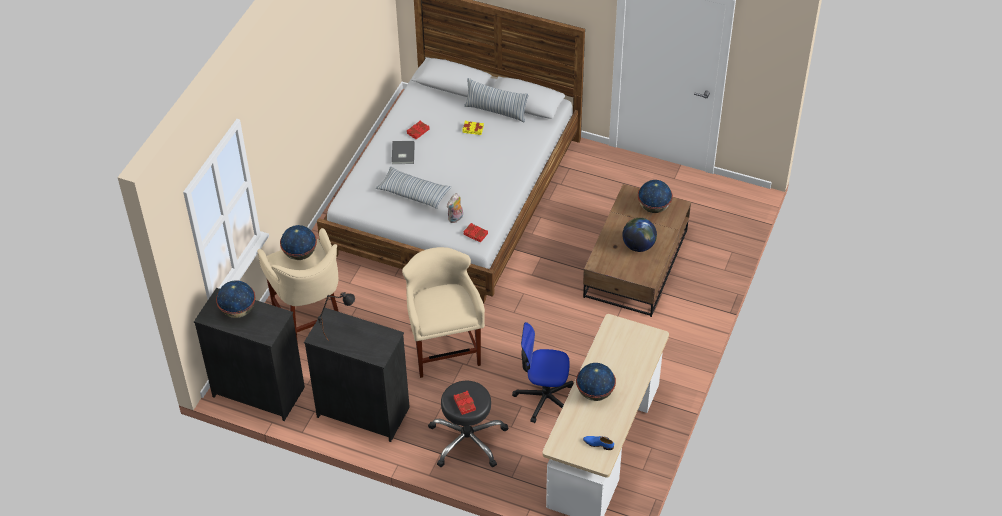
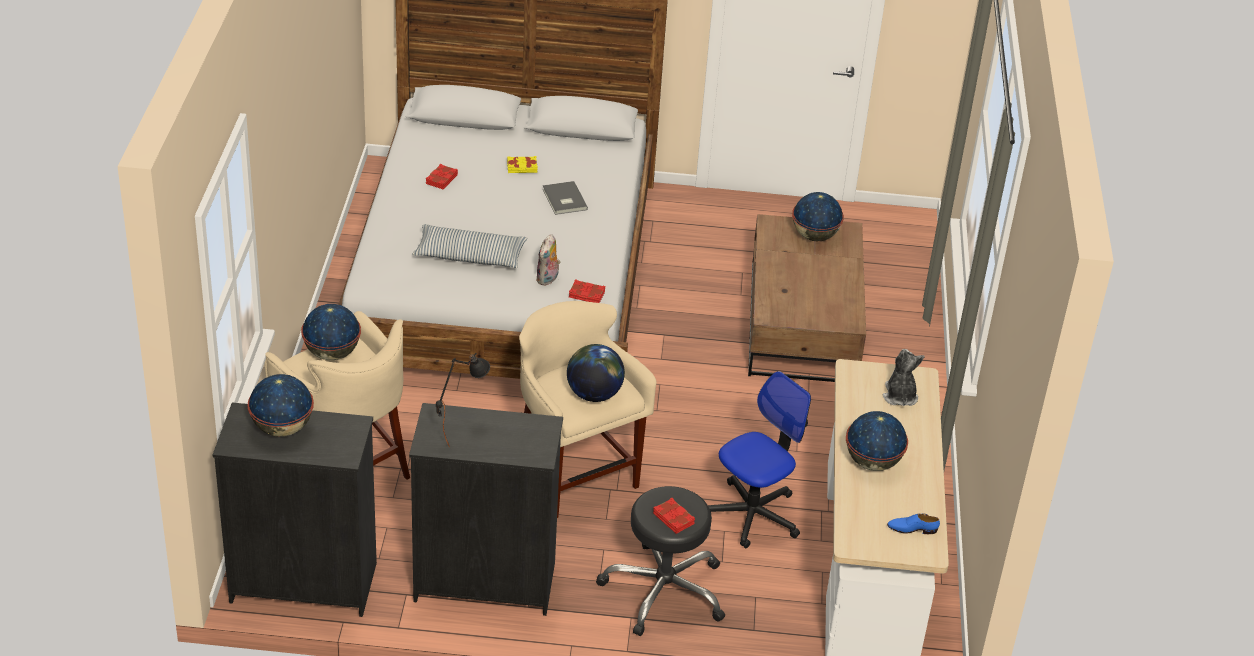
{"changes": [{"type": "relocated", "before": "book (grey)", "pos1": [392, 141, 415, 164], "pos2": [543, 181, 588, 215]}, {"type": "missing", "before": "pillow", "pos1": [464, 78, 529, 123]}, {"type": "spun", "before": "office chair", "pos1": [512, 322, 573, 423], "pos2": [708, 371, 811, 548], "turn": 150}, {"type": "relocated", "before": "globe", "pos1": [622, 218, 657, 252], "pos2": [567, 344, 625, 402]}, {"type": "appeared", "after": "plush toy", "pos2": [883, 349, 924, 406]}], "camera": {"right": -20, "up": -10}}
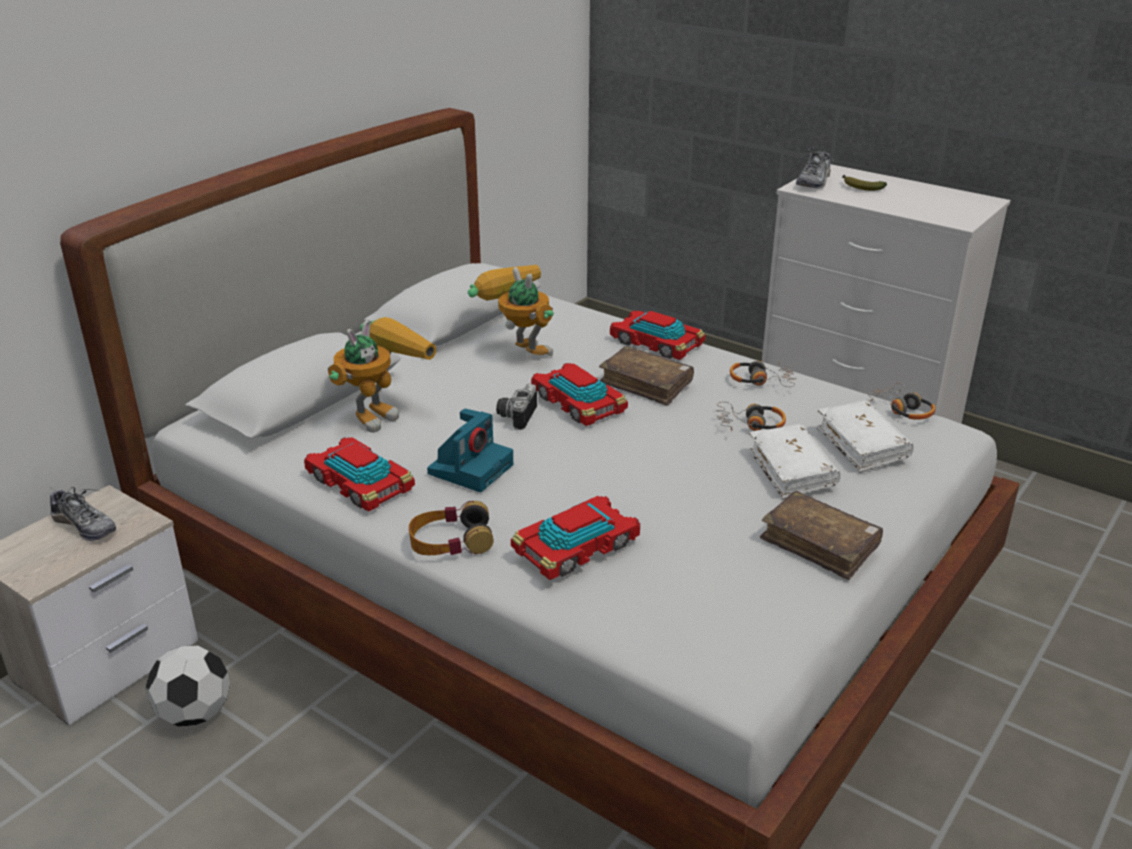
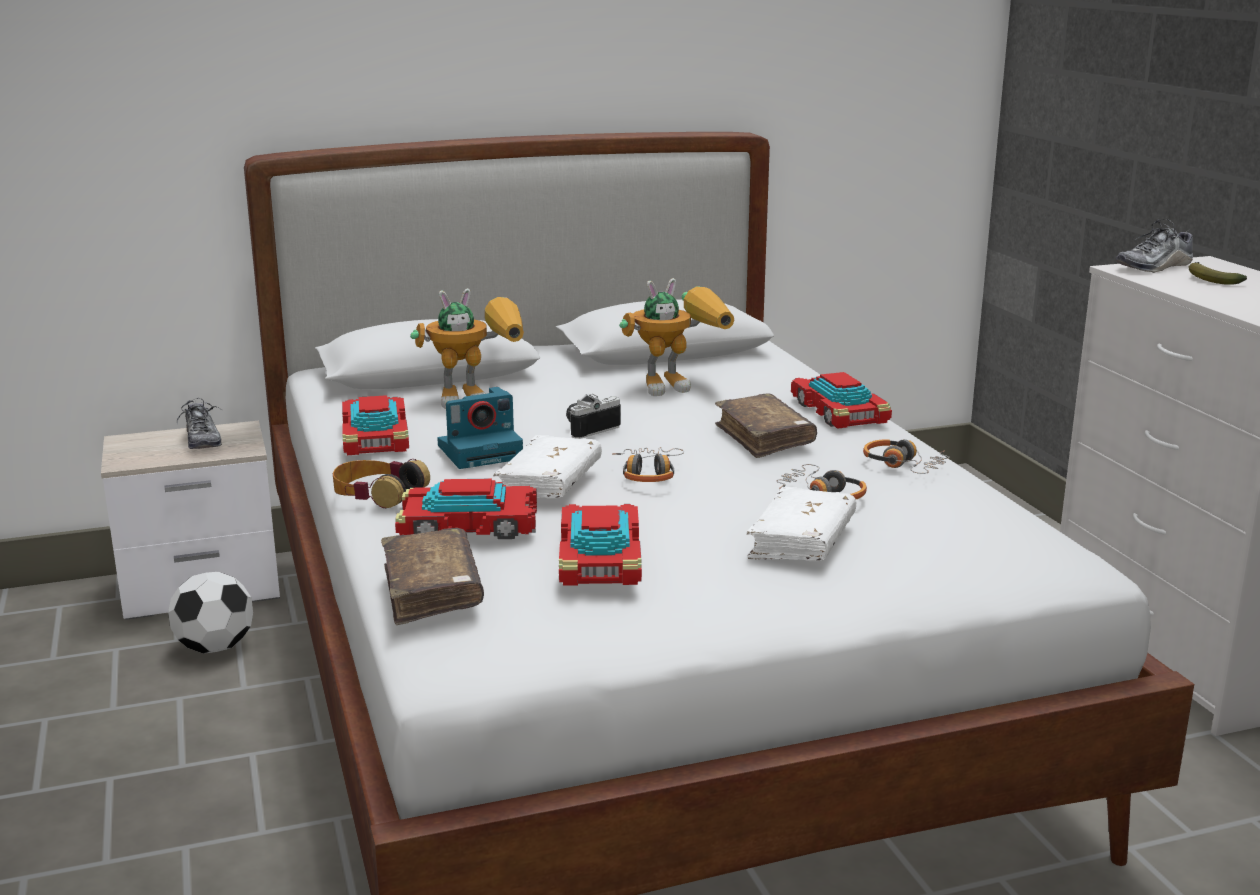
{"changes": [{"type": "spun", "before": "toy robot", "pos1": [468, 265, 554, 356], "pos2": [619, 278, 734, 396], "turn": 75}, {"type": "relocated", "before": "toy car", "pos1": [531, 363, 628, 426], "pos2": [559, 504, 642, 586]}, {"type": "relocated", "before": "book (brown)", "pos1": [760, 491, 883, 580], "pos2": [381, 528, 484, 625]}, {"type": "relocated", "before": "book (white)", "pos1": [816, 401, 914, 473], "pos2": [493, 435, 602, 499]}, {"type": "relocated", "before": "headphones", "pos1": [868, 383, 935, 420], "pos2": [612, 447, 684, 482]}], "camera": {"right": 35, "up": -10}}
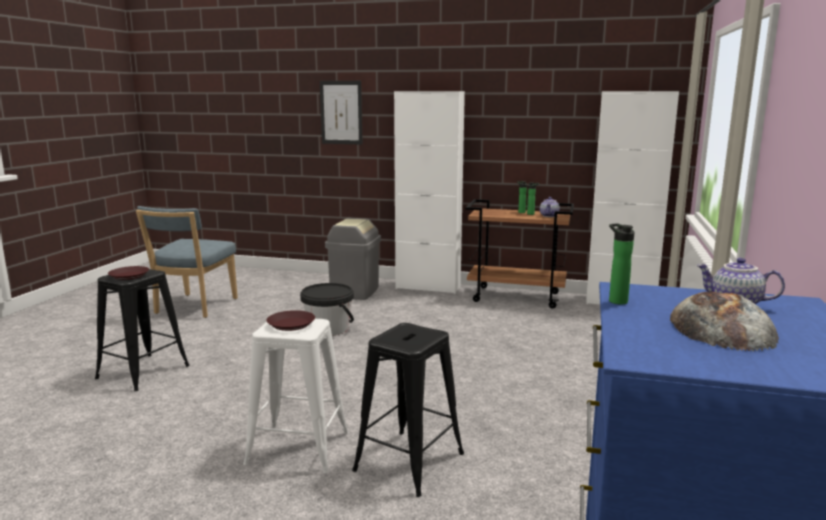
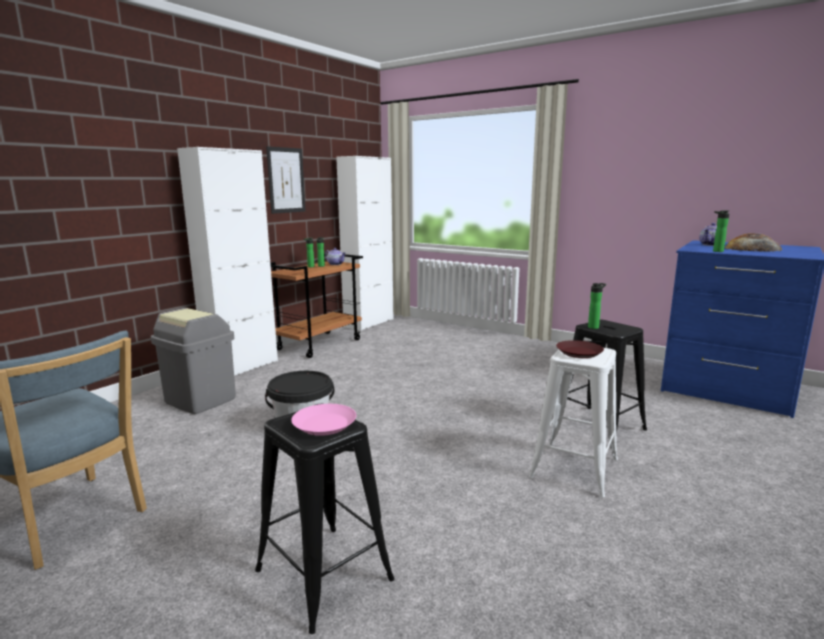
{"changes": [{"type": "colour", "before": "plate (brown)", "after": "plate (pink)", "pos1": [108, 266, 149, 280], "pos2": [291, 404, 356, 436]}, {"type": "relocated", "before": "picture", "pos1": [320, 81, 363, 145], "pos2": [266, 146, 306, 214]}, {"type": "appeared", "after": "bottle", "pos2": [588, 283, 606, 329]}], "camera": {"right": -70, "up": 0}}
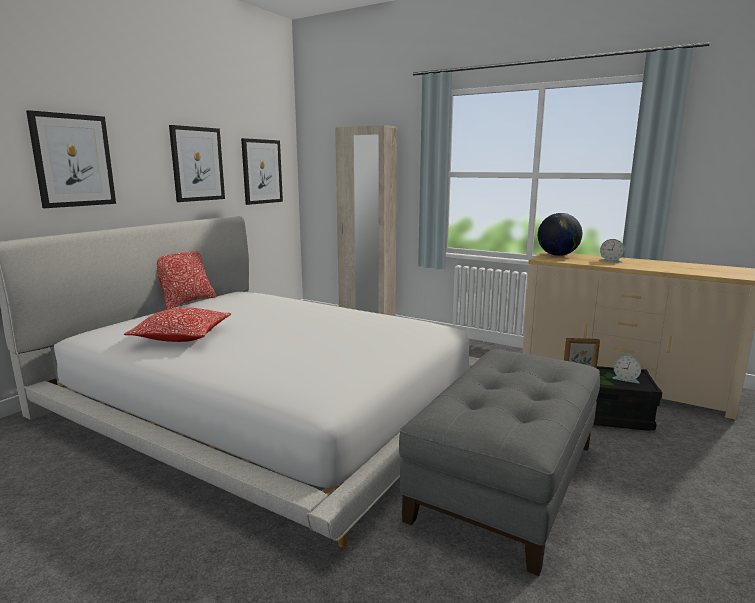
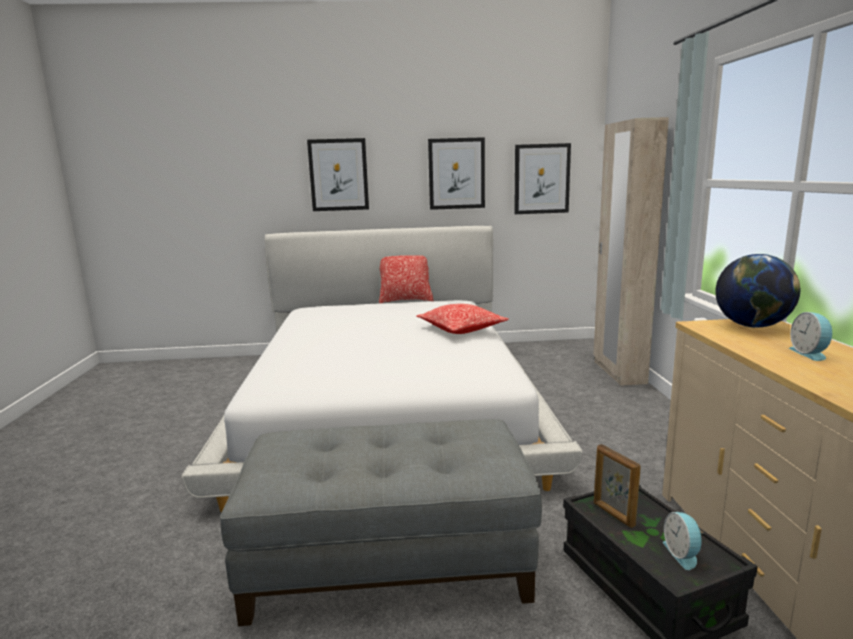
{"changes": [{"type": "relocated", "before": "pillow", "pos1": [124, 307, 231, 342], "pos2": [416, 304, 508, 334]}], "camera": {"right": 55, "up": 0}}
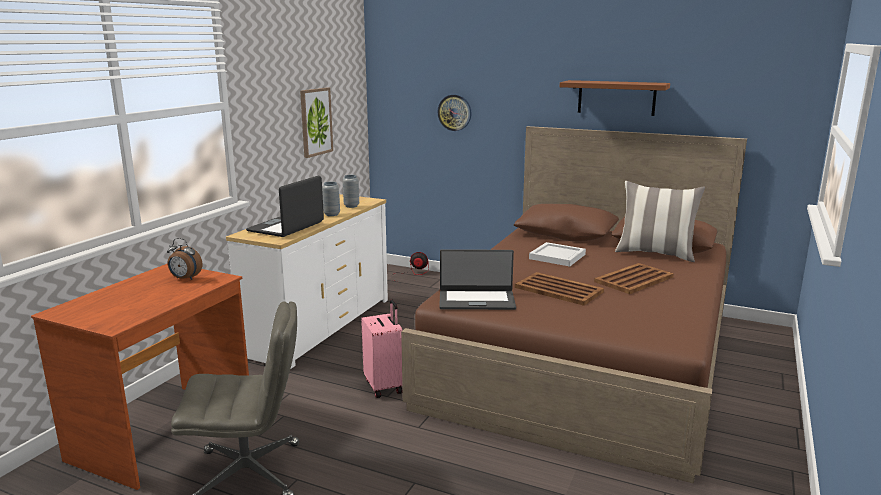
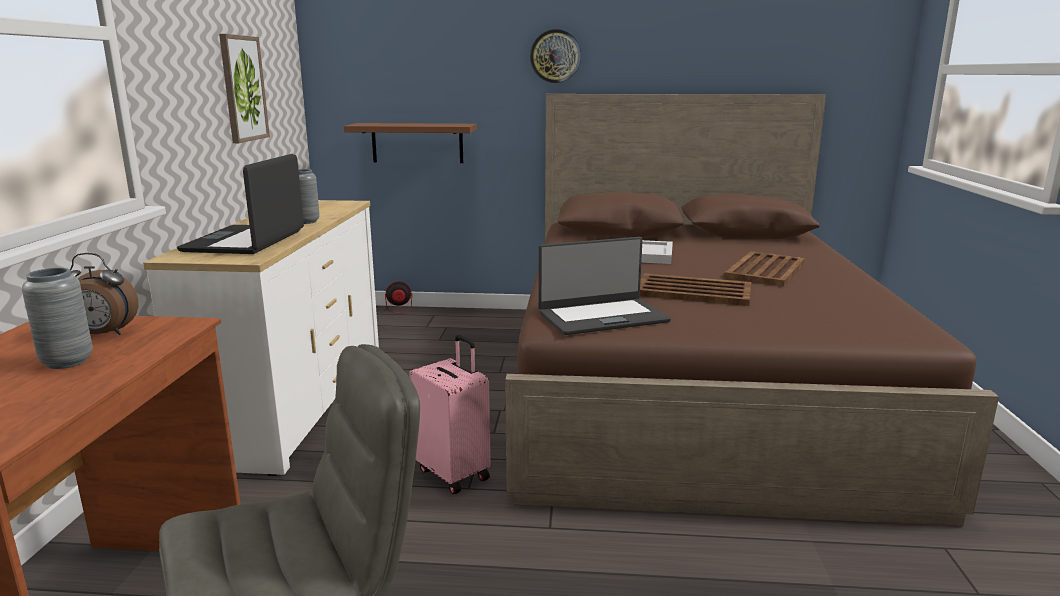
{"changes": [{"type": "relocated", "before": "vase (grey)", "pos1": [343, 175, 359, 208], "pos2": [22, 268, 93, 369]}, {"type": "relocated", "before": "wall clock", "pos1": [438, 94, 472, 131], "pos2": [530, 29, 581, 83]}, {"type": "relocated", "before": "shelf (brown)", "pos1": [560, 80, 670, 116], "pos2": [344, 123, 477, 163]}, {"type": "missing", "before": "pillow", "pos1": [615, 181, 705, 262]}], "camera": {"right": -20, "up": 0}}
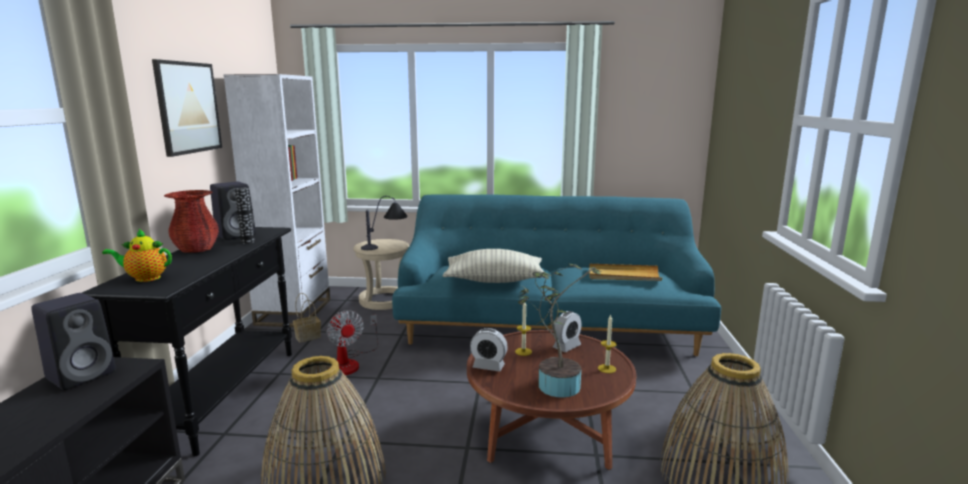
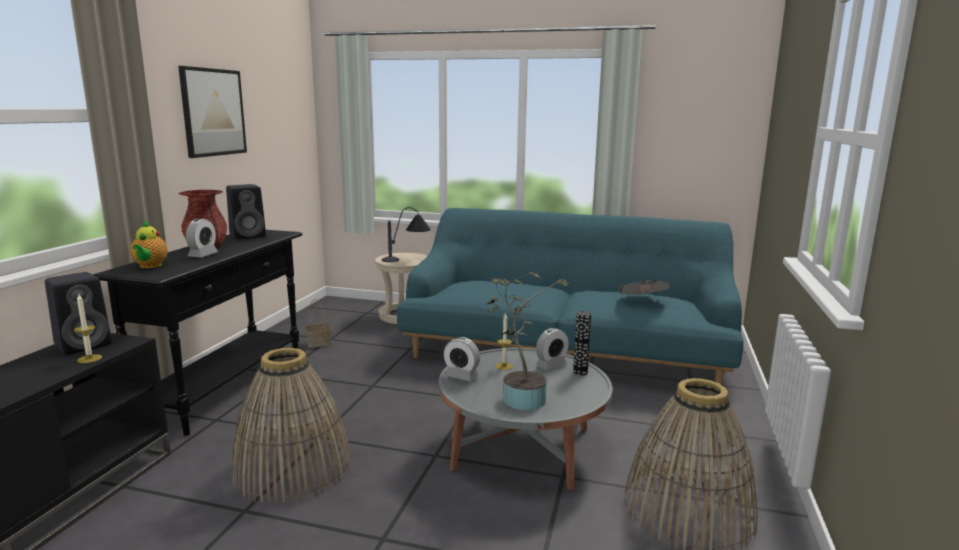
{"changes": [{"type": "spun", "before": "teapot", "pos1": [102, 229, 172, 282], "pos2": [130, 220, 168, 268], "turn": -105}, {"type": "missing", "before": "bookcase (white)", "pos1": [223, 74, 330, 327]}, {"type": "relocated", "before": "vase", "pos1": [235, 187, 255, 244], "pos2": [573, 311, 592, 375]}, {"type": "missing", "before": "fan", "pos1": [326, 310, 378, 375]}, {"type": "missing", "before": "pillow", "pos1": [443, 249, 543, 283]}, {"type": "colour", "before": "coffee table (brown)", "after": "coffee table (grey)", "pos1": [467, 330, 636, 470], "pos2": [438, 348, 612, 491]}, {"type": "exchanged", "before": "tray (beige)", "after": "newspaper", "pos1": [589, 264, 662, 281], "pos2": [619, 280, 670, 295]}, {"type": "relocated", "before": "candle", "pos1": [598, 314, 617, 373], "pos2": [74, 294, 102, 363]}, {"type": "appeared", "after": "alarm clock", "pos2": [186, 219, 218, 257]}], "camera": {"right": 10, "up": 0}}
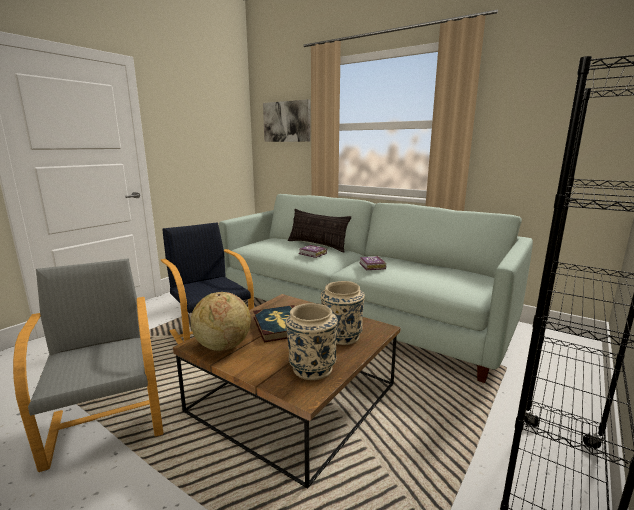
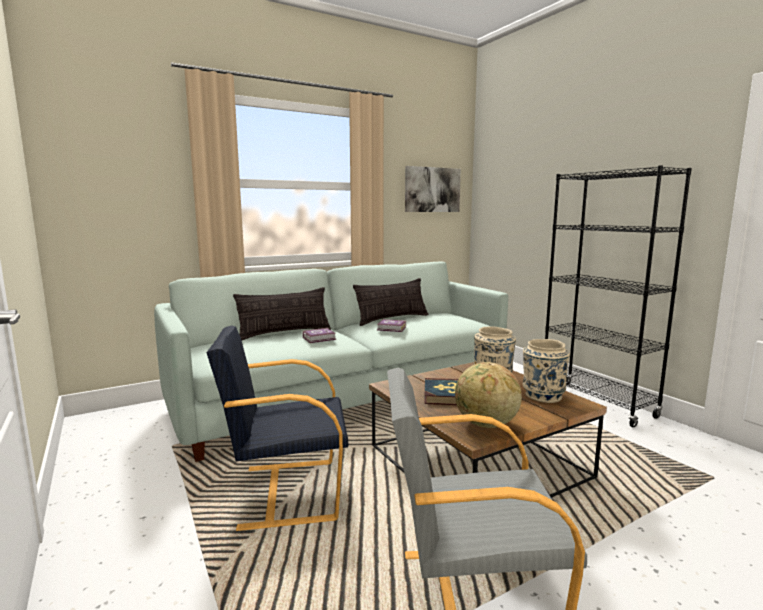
{"changes": [{"type": "relocated", "before": "picture", "pos1": [263, 99, 310, 142], "pos2": [405, 166, 461, 212]}, {"type": "appeared", "after": "pillow", "pos2": [353, 278, 429, 326]}], "camera": {"right": -65, "up": -5}}
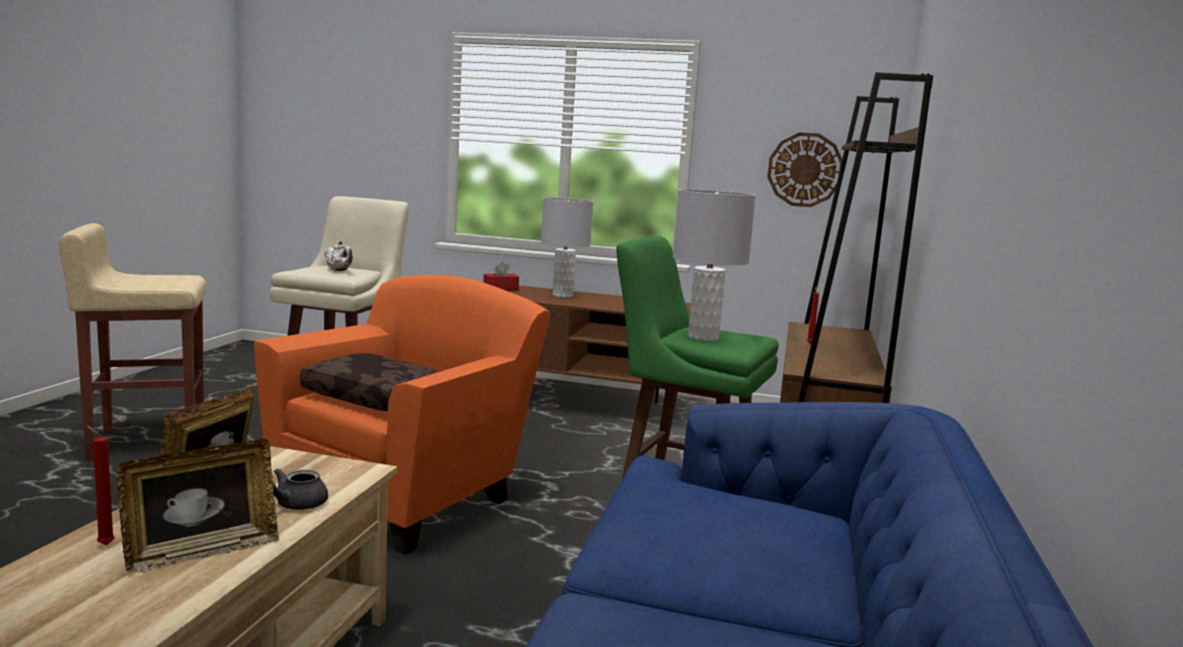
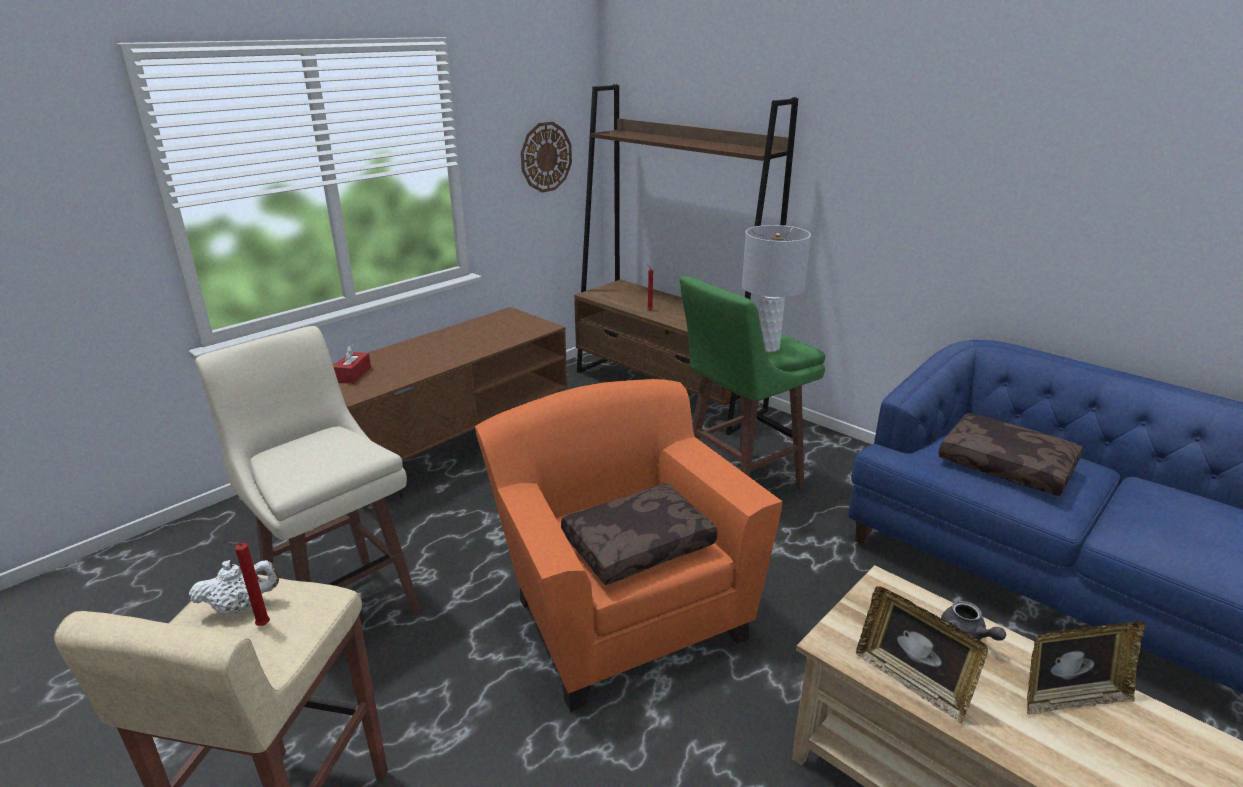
{"changes": [{"type": "relocated", "before": "candle (red)", "pos1": [86, 425, 115, 545], "pos2": [227, 542, 270, 626]}, {"type": "spun", "before": "picture frame", "pos1": [117, 439, 279, 573], "pos2": [1027, 621, 1145, 715], "turn": 90}, {"type": "relocated", "before": "teapot (white)", "pos1": [324, 240, 353, 271], "pos2": [189, 560, 280, 615]}, {"type": "missing", "before": "table lamp (grey)", "pos1": [541, 197, 593, 298]}, {"type": "appeared", "after": "pillow (brown)", "pos2": [939, 413, 1083, 496]}], "camera": {"right": -60, "up": 15}}
